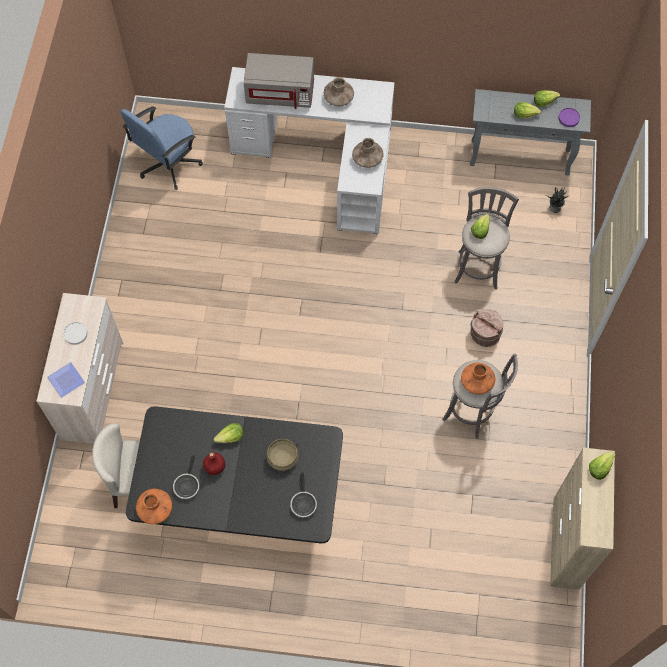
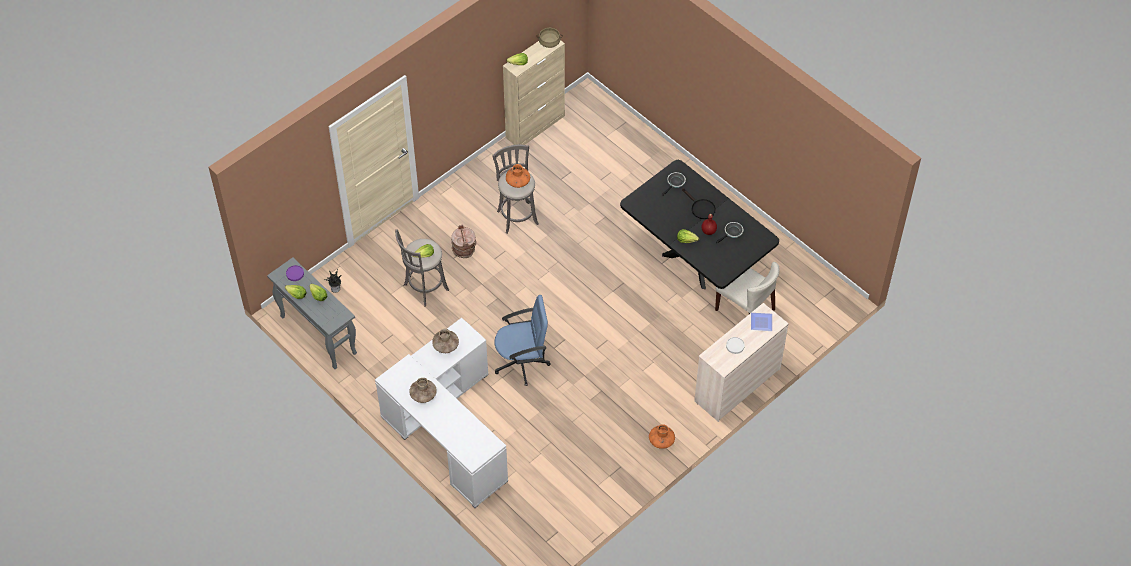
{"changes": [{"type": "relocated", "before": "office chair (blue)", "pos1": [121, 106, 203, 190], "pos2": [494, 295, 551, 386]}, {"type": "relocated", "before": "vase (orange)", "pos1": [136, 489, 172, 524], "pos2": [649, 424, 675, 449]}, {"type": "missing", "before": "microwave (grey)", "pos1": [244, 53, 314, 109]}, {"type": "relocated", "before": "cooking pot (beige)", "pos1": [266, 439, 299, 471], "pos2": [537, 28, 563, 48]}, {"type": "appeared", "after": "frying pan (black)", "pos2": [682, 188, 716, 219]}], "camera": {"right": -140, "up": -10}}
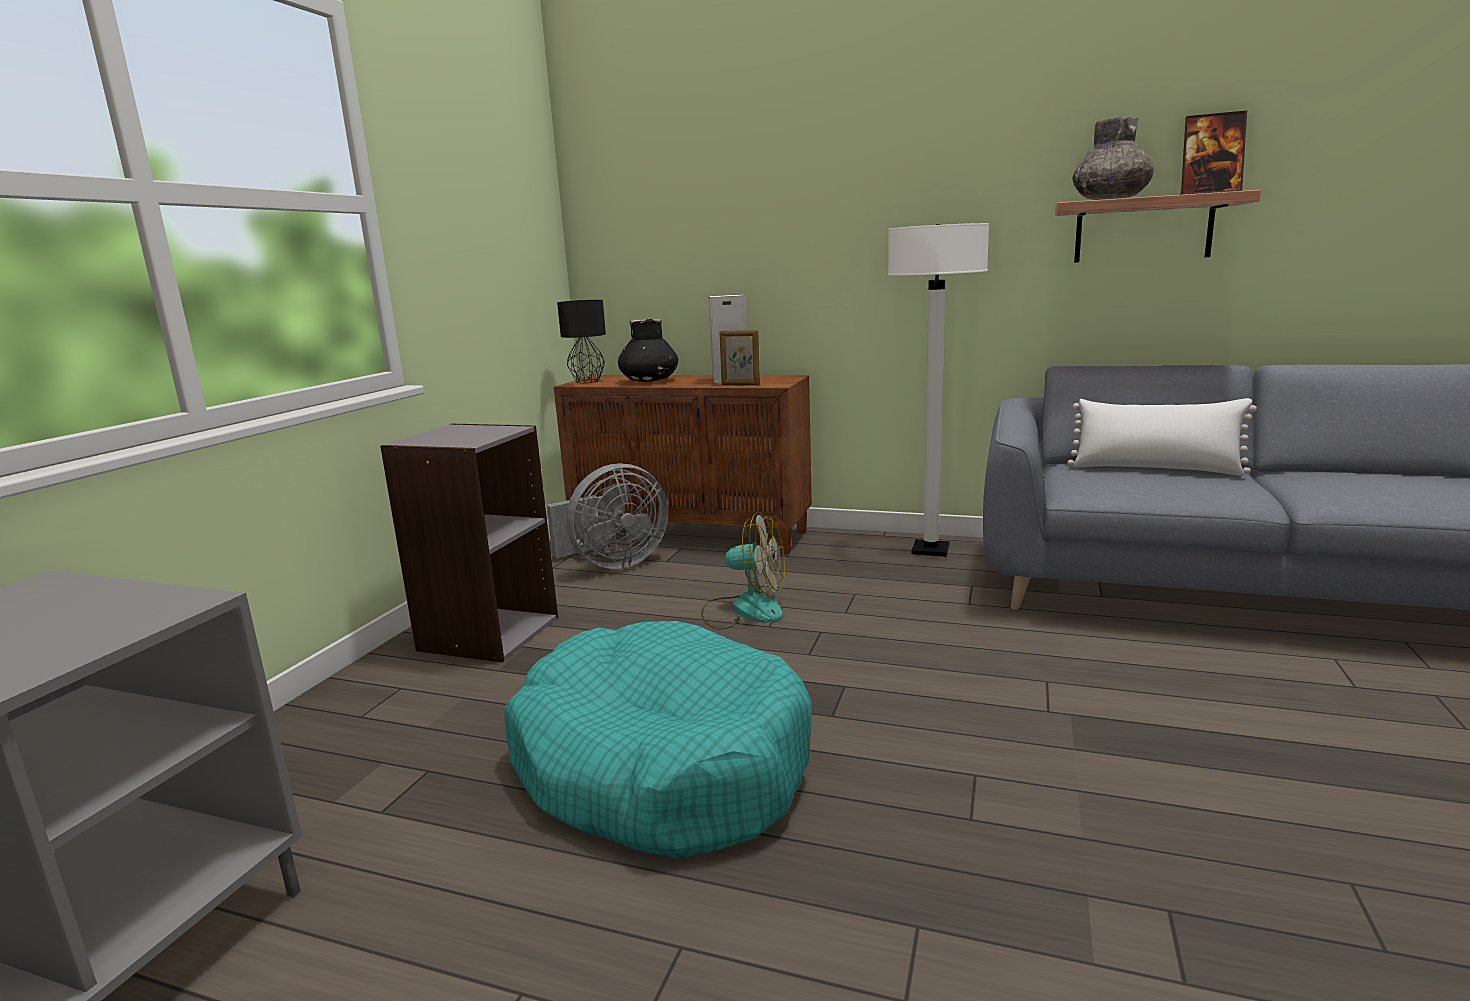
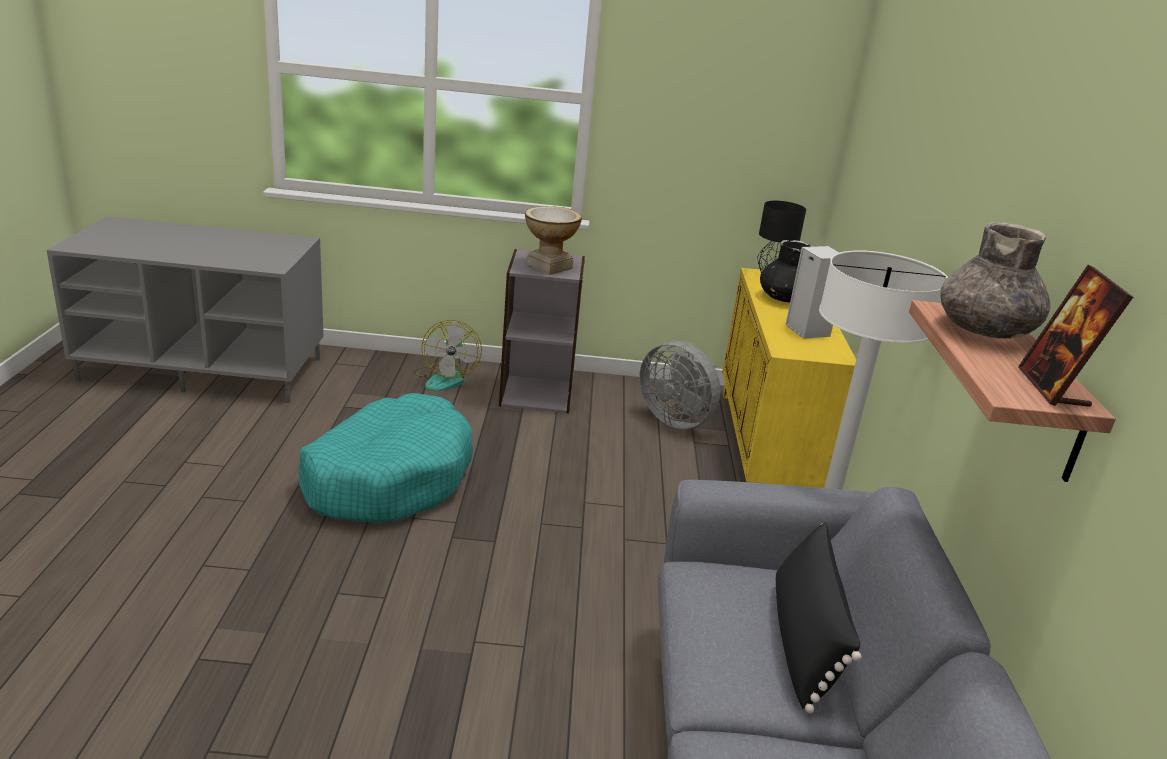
{"changes": [{"type": "colour", "before": "cabinet (brown)", "after": "cabinet (yellow)", "pos1": [554, 375, 812, 554], "pos2": [722, 268, 856, 488]}, {"type": "relocated", "before": "fan", "pos1": [701, 512, 785, 630], "pos2": [413, 320, 482, 391]}, {"type": "missing", "before": "picture frame", "pos1": [720, 330, 760, 385]}, {"type": "colour", "before": "pillow (white)", "after": "pillow (black)", "pos1": [1067, 398, 1257, 476], "pos2": [776, 522, 862, 714]}, {"type": "appeared", "after": "vase", "pos2": [525, 206, 582, 275]}], "camera": {"right": 70, "up": 10}}
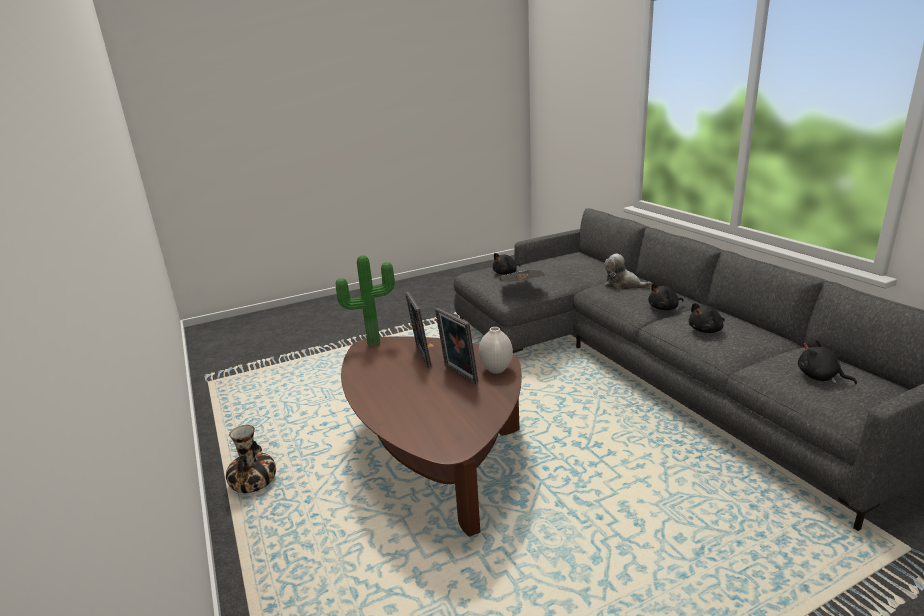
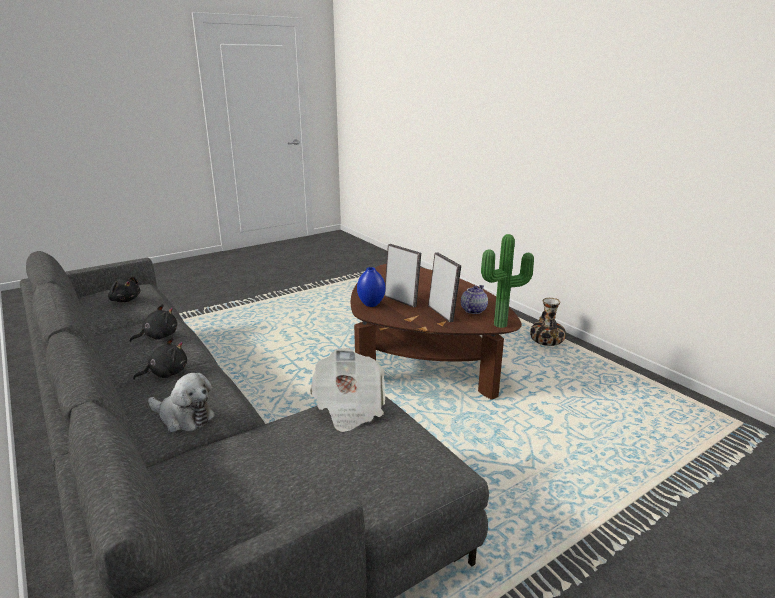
{"changes": [{"type": "colour", "before": "vase (white)", "after": "vase (blue)", "pos1": [479, 327, 513, 374], "pos2": [357, 267, 385, 307]}, {"type": "missing", "before": "plush toy (black)", "pos1": [492, 253, 520, 275]}, {"type": "appeared", "after": "teapot", "pos2": [461, 285, 488, 314]}], "camera": {"right": 170, "up": 0}}
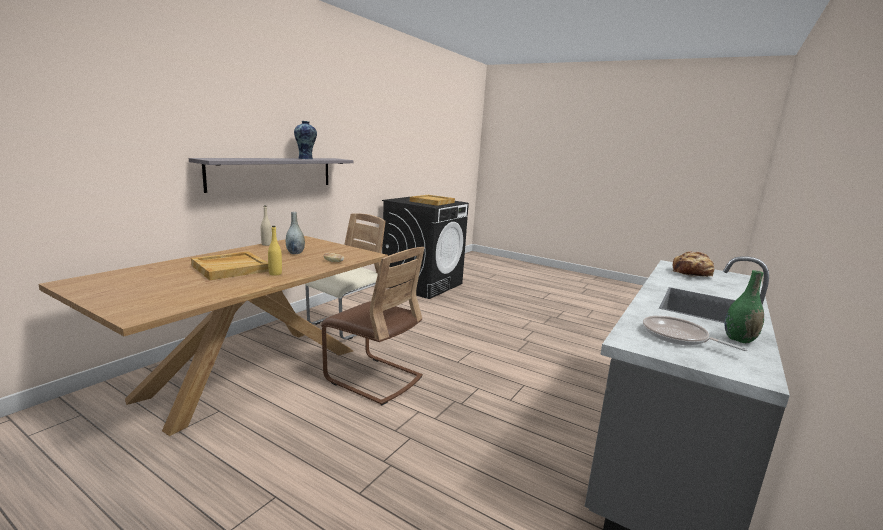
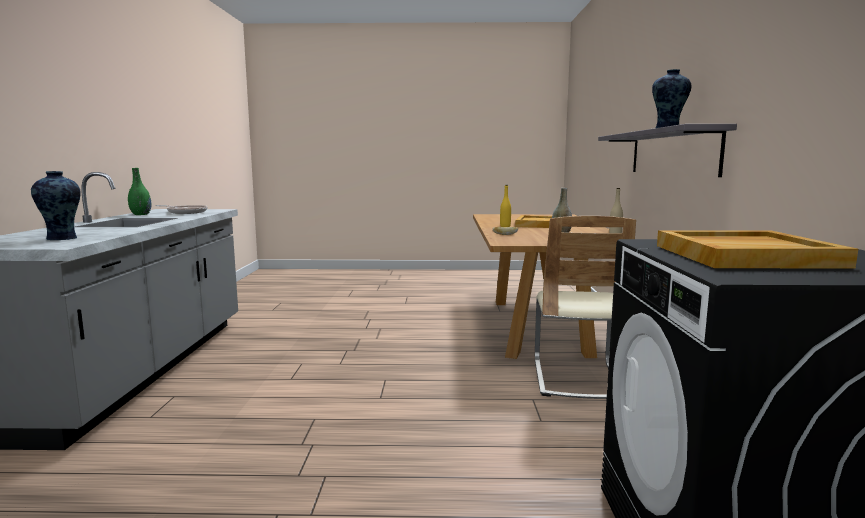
{"changes": [{"type": "missing", "before": "chair (brown)", "pos1": [321, 247, 425, 405]}, {"type": "exchanged", "before": "bread", "after": "vase", "pos1": [672, 251, 714, 277], "pos2": [31, 171, 81, 240]}], "camera": {"right": 150, "up": -5}}
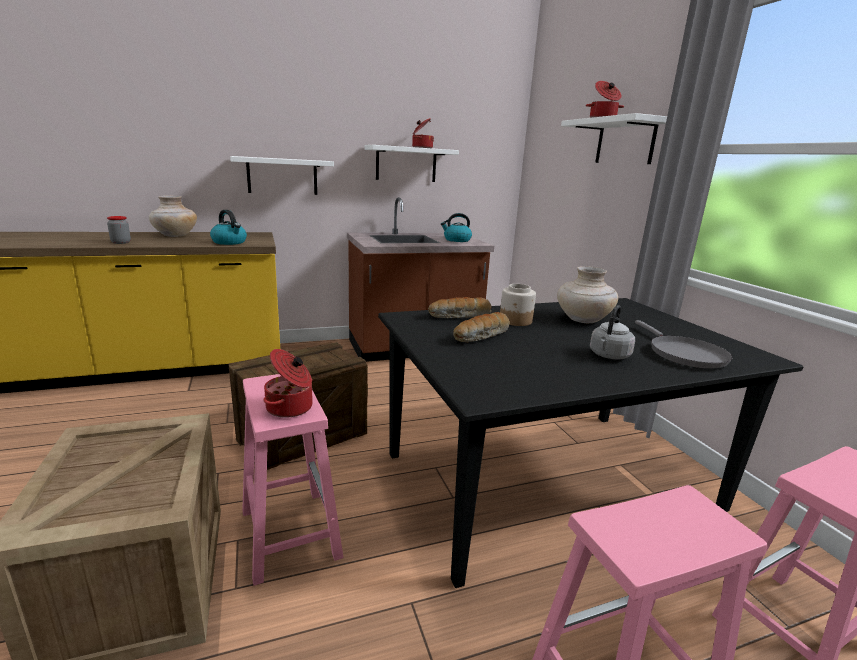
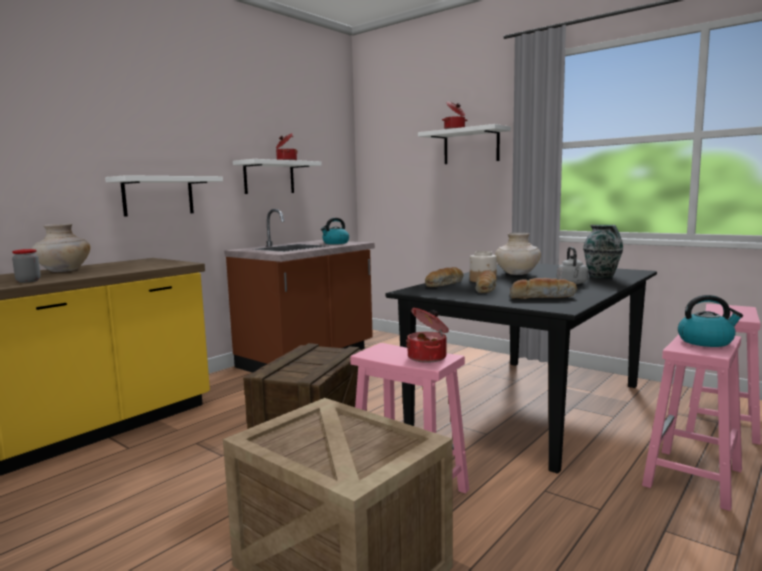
{"changes": [{"type": "relocated", "before": "kettle", "pos1": [210, 210, 247, 245], "pos2": [678, 295, 743, 347]}, {"type": "exchanged", "before": "frying pan (grey)", "after": "vase", "pos1": [635, 320, 733, 368], "pos2": [583, 225, 623, 278]}, {"type": "appeared", "after": "bread", "pos2": [510, 278, 577, 299]}], "camera": {"right": -30, "up": -10}}
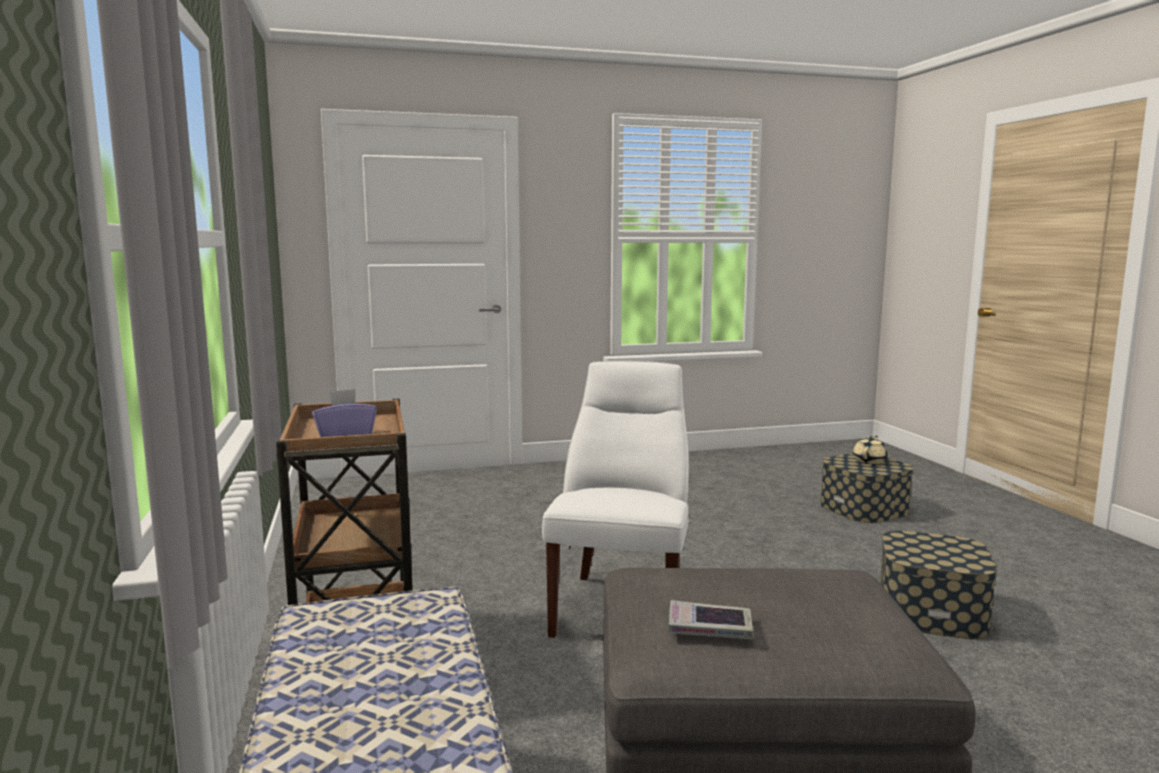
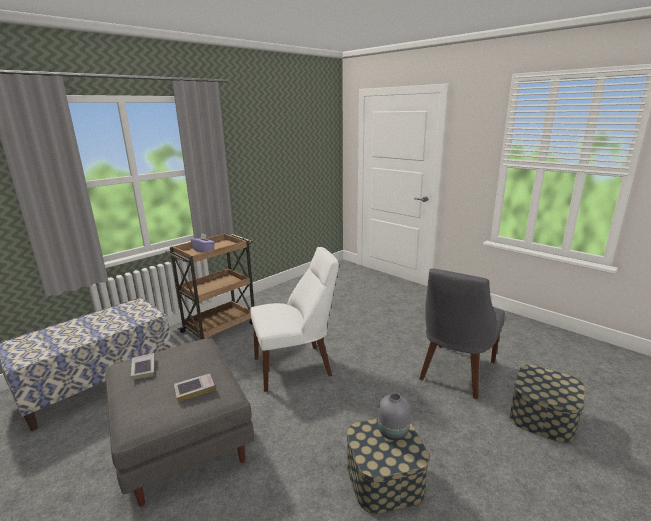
{"changes": [{"type": "missing", "before": "teapot (beige)", "pos1": [852, 436, 887, 464]}, {"type": "appeared", "after": "book", "pos2": [174, 374, 215, 402]}, {"type": "appeared", "after": "vase (grey)", "pos2": [378, 393, 410, 440]}, {"type": "appeared", "after": "chair (grey)", "pos2": [419, 268, 505, 399]}], "camera": {"right": 60, "up": 10}}
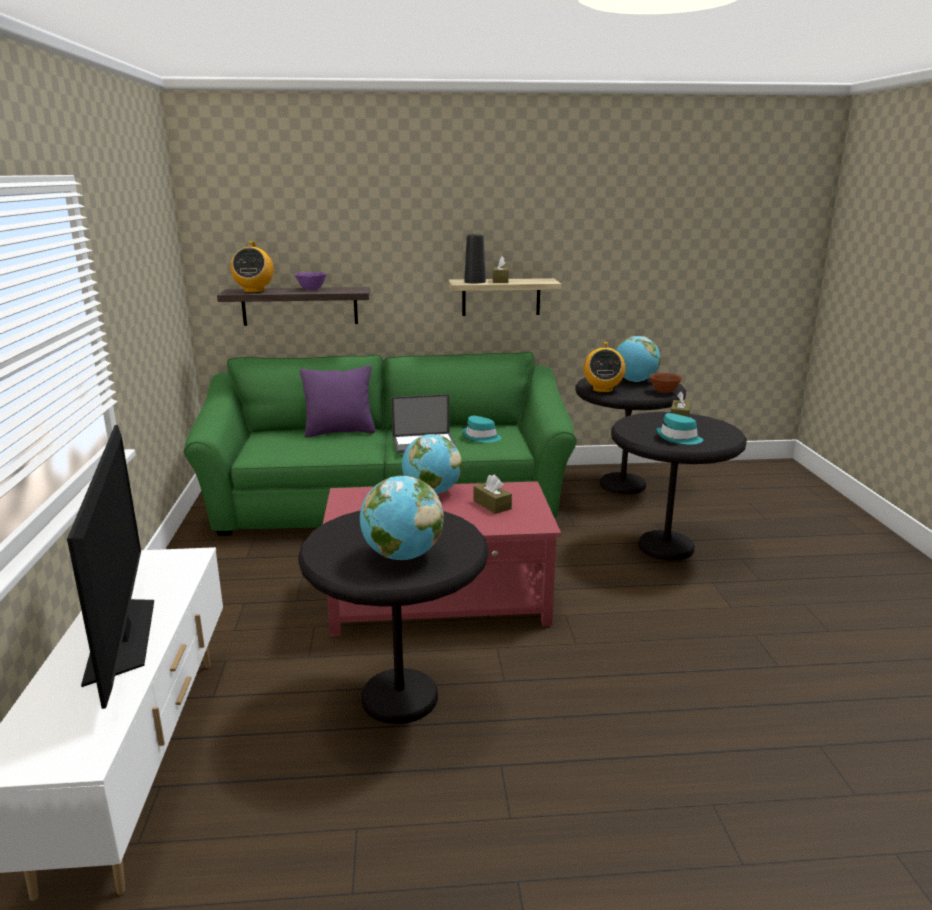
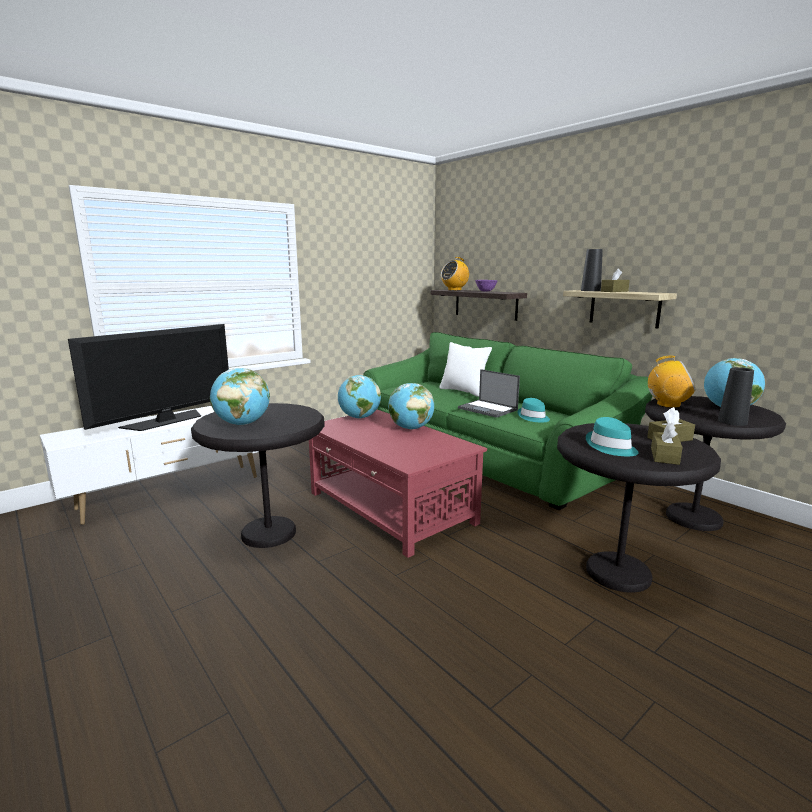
{"changes": [{"type": "colour", "before": "pillow (purple)", "after": "pillow (white)", "pos1": [300, 365, 376, 437], "pos2": [439, 342, 492, 397]}, {"type": "relocated", "before": "tissue box (brown)", "pos1": [473, 474, 512, 514], "pos2": [651, 422, 683, 465]}, {"type": "spun", "before": "radio", "pos1": [583, 342, 626, 393], "pos2": [648, 356, 696, 408], "turn": -135}, {"type": "exchanged", "before": "bowl (brown)", "after": "vase (black)", "pos1": [649, 373, 682, 393], "pos2": [718, 367, 754, 426]}, {"type": "appeared", "after": "globe", "pos2": [338, 375, 381, 419]}], "camera": {"right": 55, "up": -5}}
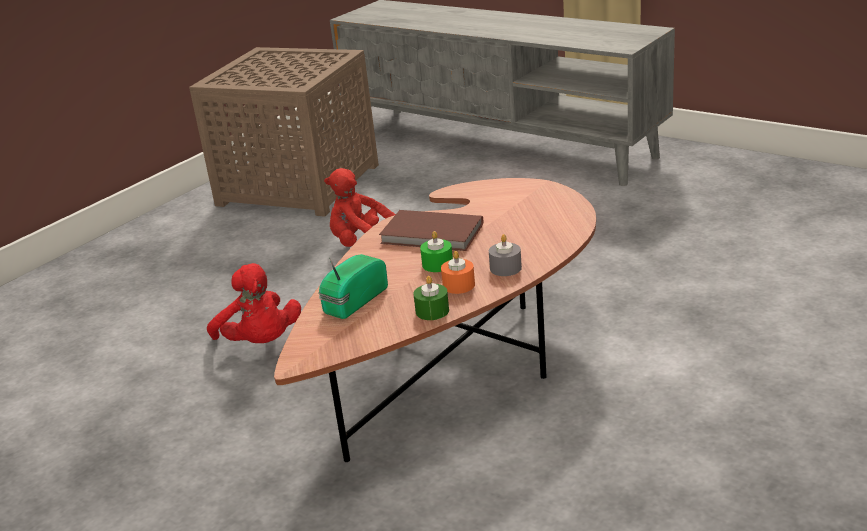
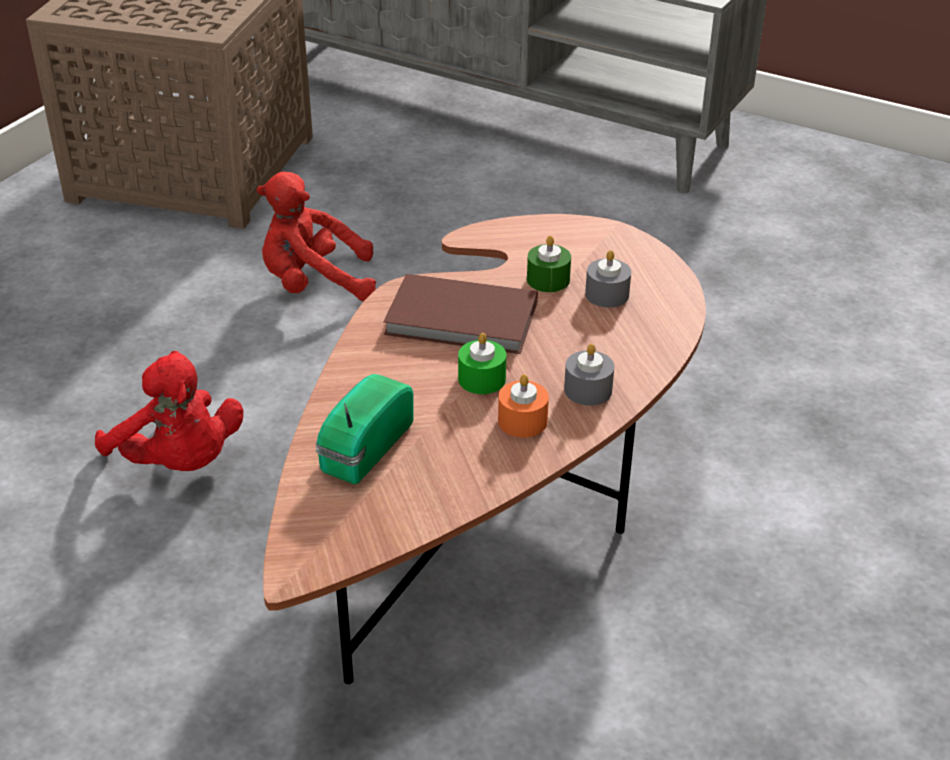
{"changes": [{"type": "relocated", "before": "candle (green)", "pos1": [414, 276, 449, 320], "pos2": [527, 235, 571, 292]}, {"type": "appeared", "after": "candle (grey)", "pos2": [585, 250, 631, 308]}], "camera": {"right": -10, "up": 10}}
